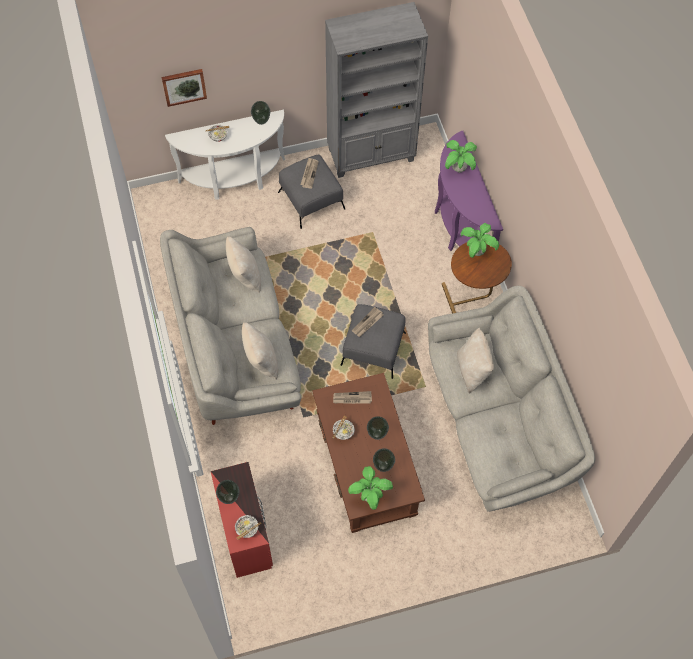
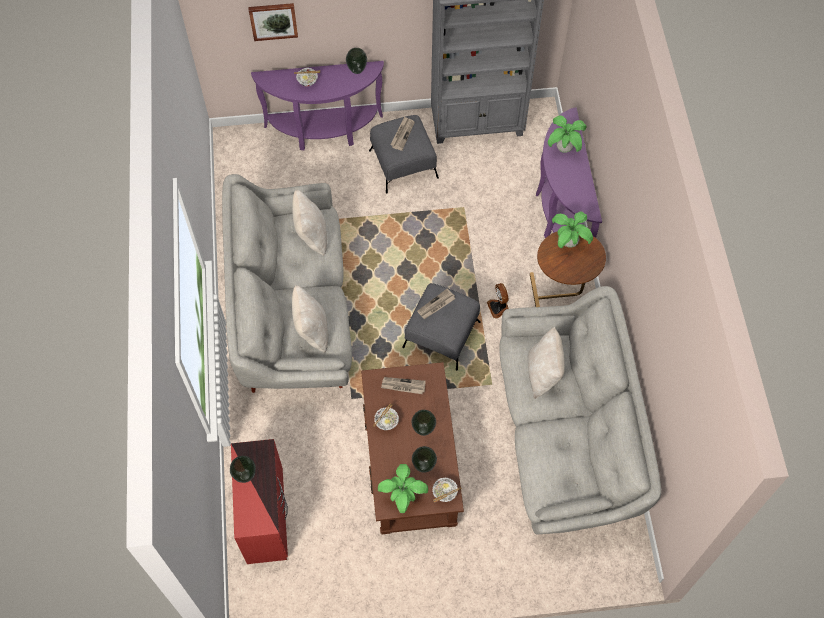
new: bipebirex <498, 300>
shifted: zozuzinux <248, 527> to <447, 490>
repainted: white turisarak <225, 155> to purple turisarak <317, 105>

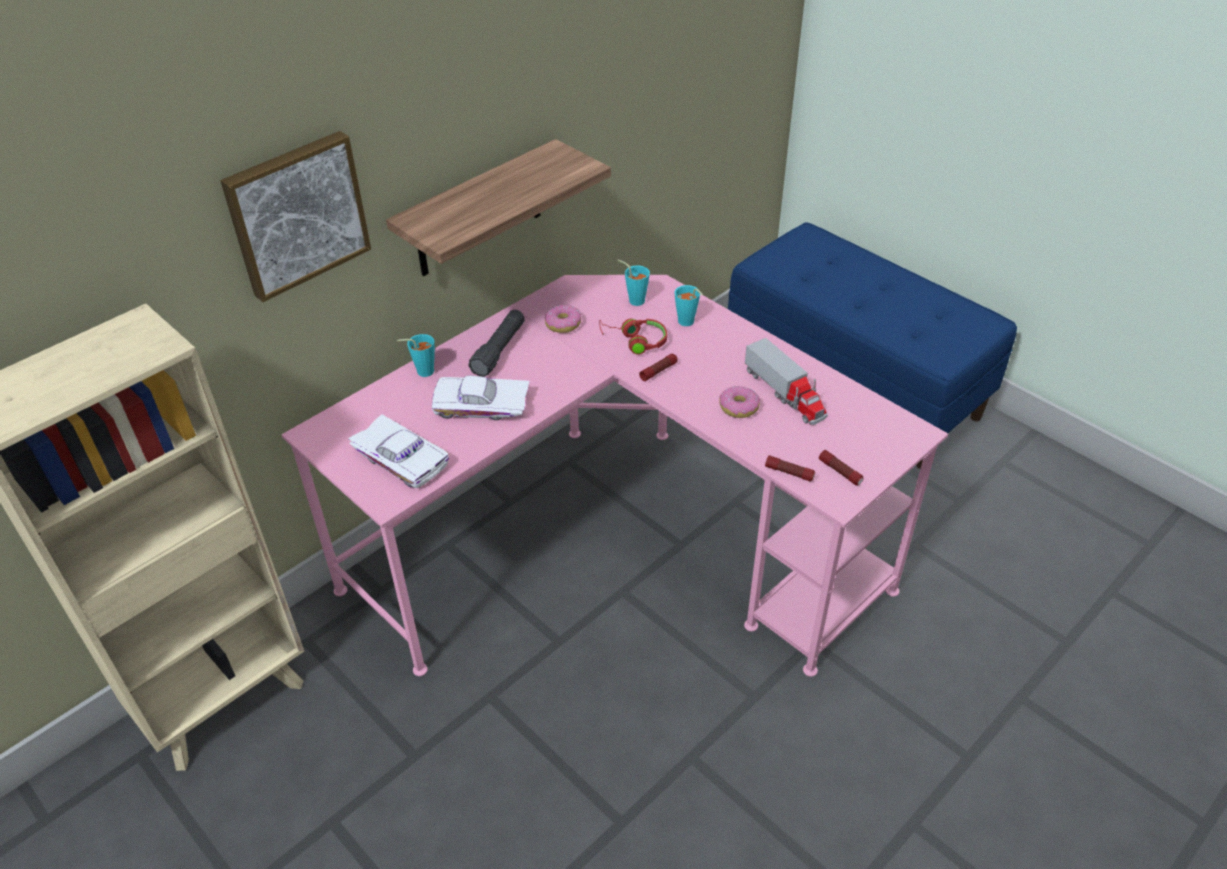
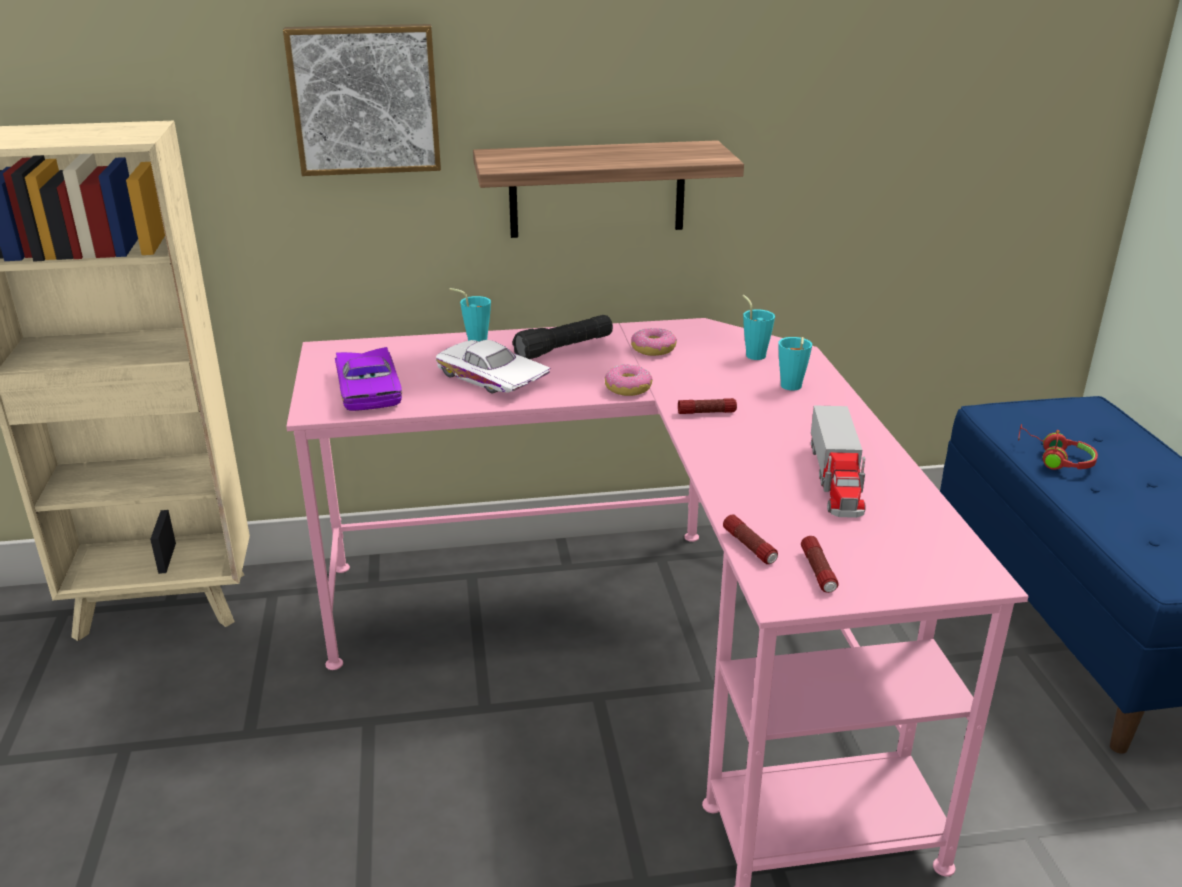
shifted: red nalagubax <633, 337> to <1058, 447>; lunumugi <739, 402> to <628, 380>
repainted: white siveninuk <398, 451> to purple siveninuk <368, 379>

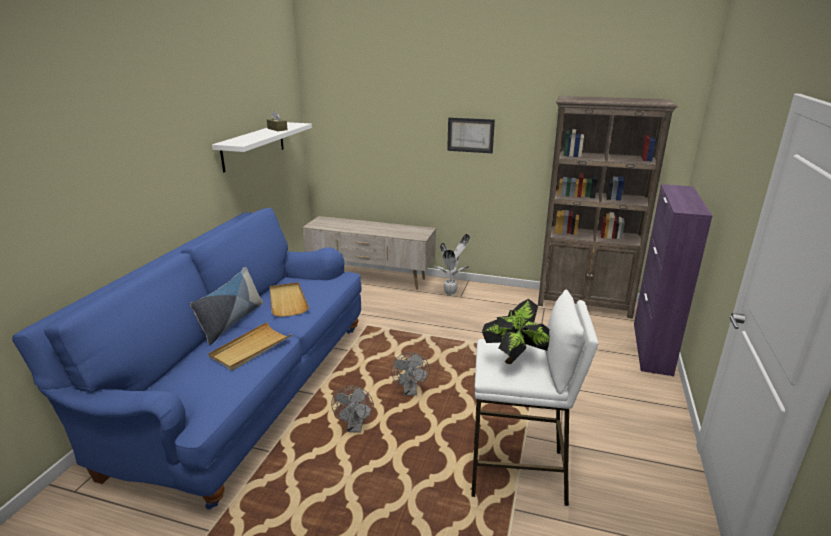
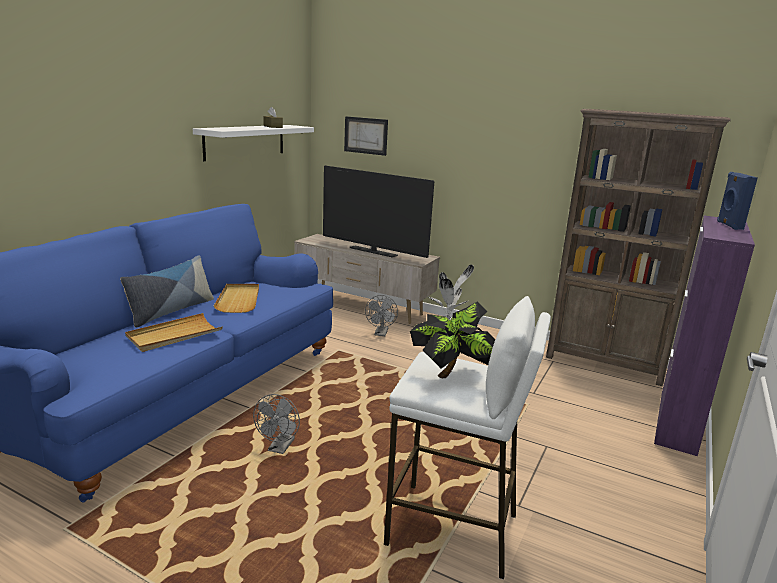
new: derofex <378, 211>; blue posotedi <737, 201>
shifted: grey bipebirex <410, 374> to <381, 315>; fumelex <471, 135> to <366, 136>

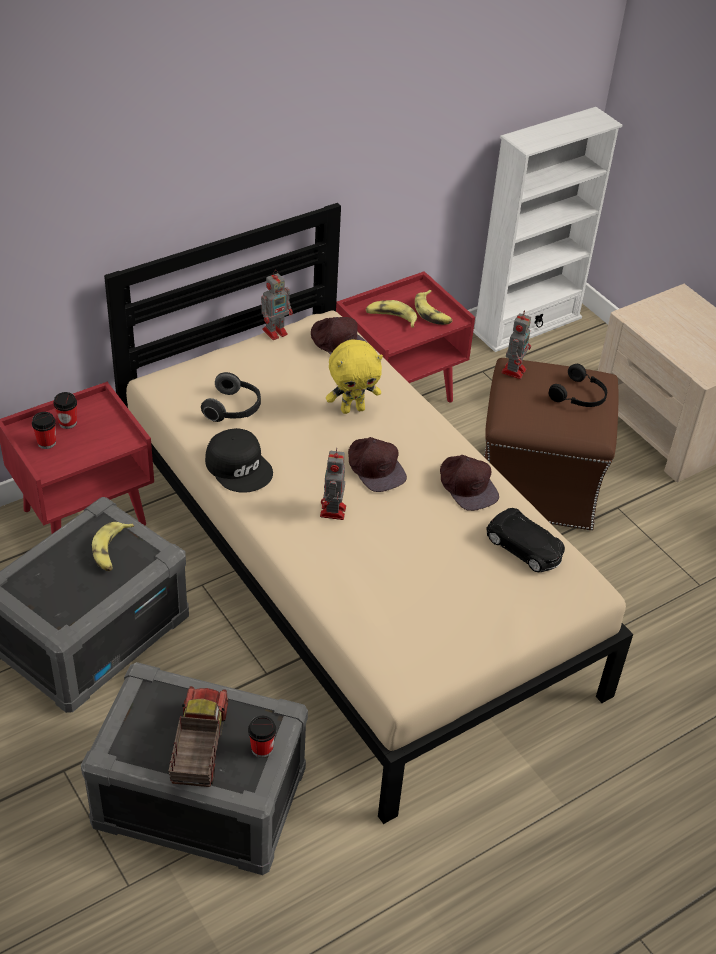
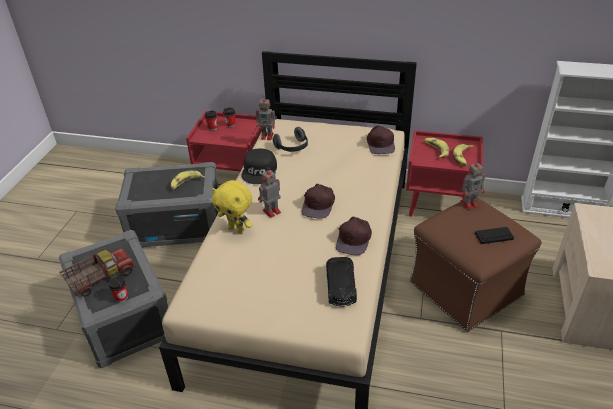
shifted: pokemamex <277, 305> to <266, 118>; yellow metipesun <354, 376> to <232, 207>
swapped: black nalagubax <578, 385> to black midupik <494, 235>

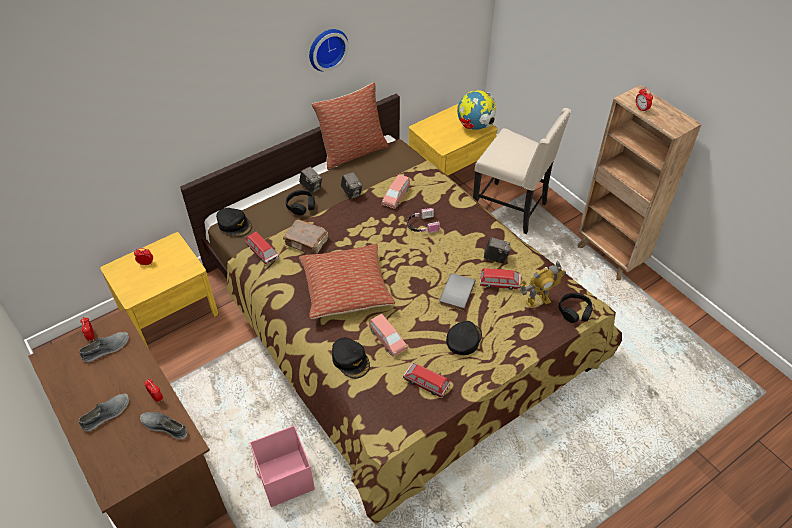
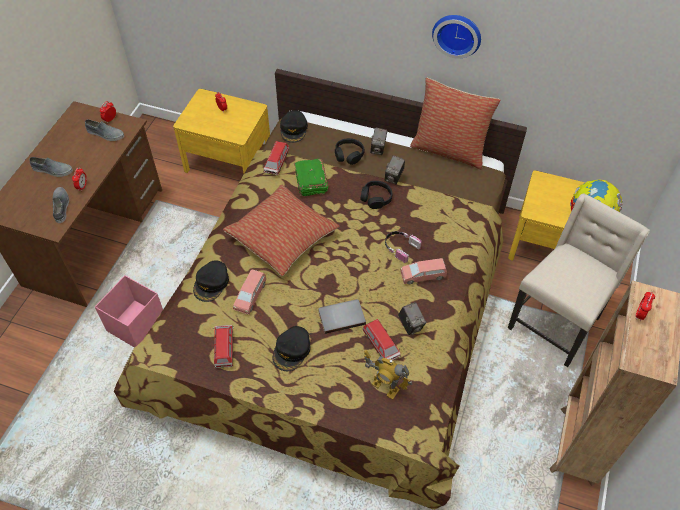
shifted: pink siveninuk <396, 191> to <423, 271>; black nalagubax <576, 308> to <376, 195>
repainted: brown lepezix <305, 237> to green lepezix <311, 178>
rotated: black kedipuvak <464, 338> = <291, 348> 120 degrees clockwise; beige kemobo <522, 171> = <579, 280> 135 degrees counterclockwise

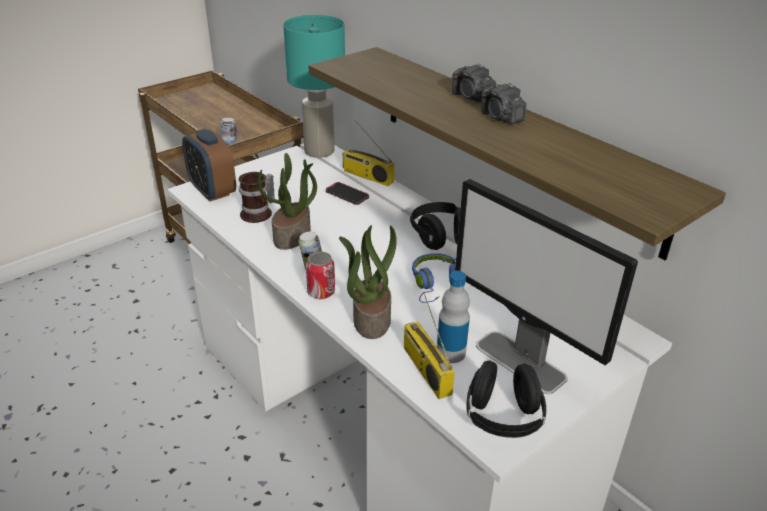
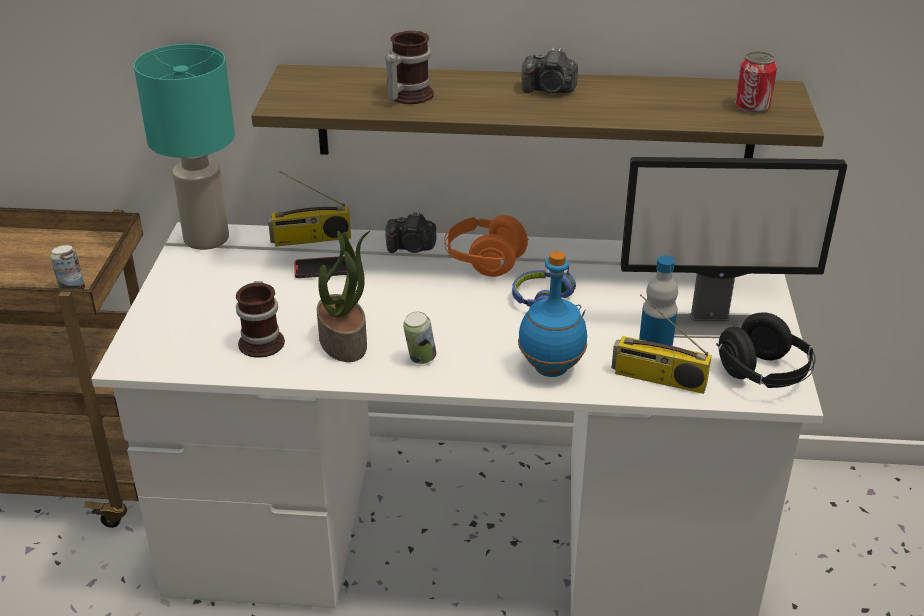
gone: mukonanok <209, 165>
new: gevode <409, 67>
shifted: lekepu <320, 275> to <756, 82>; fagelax <474, 82> to <410, 232>
swapped: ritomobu <368, 282> to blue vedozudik <552, 314>
repainted: black nalagubax <435, 226> to orange nalagubax <486, 246>

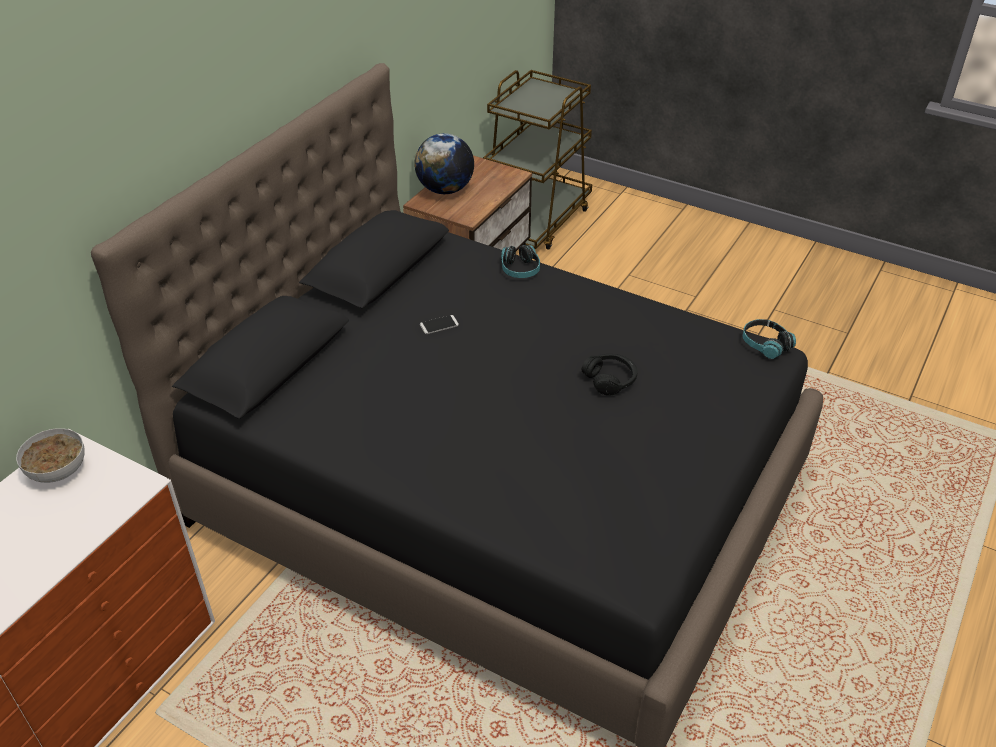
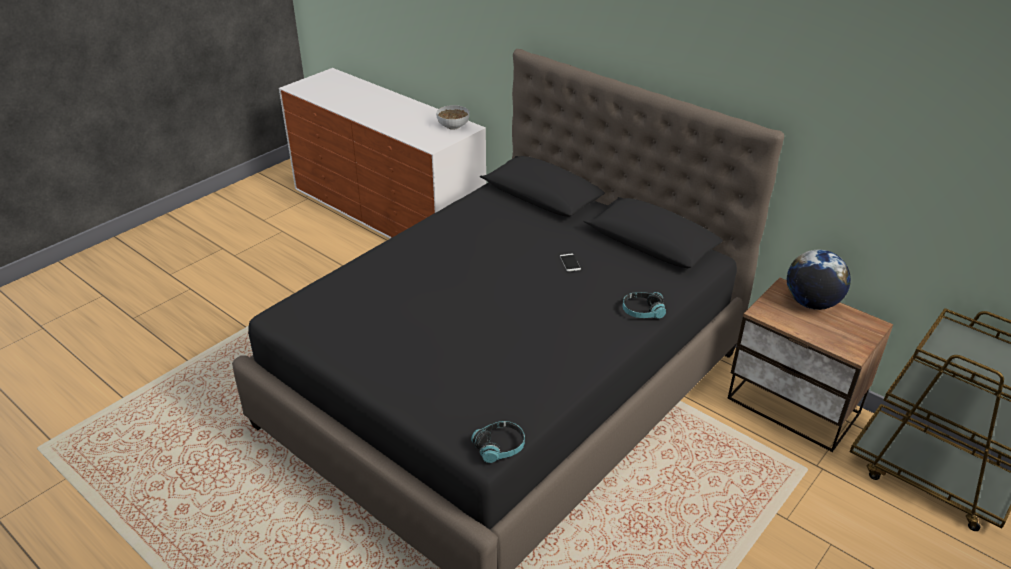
gone: black nalagubax <609, 375>

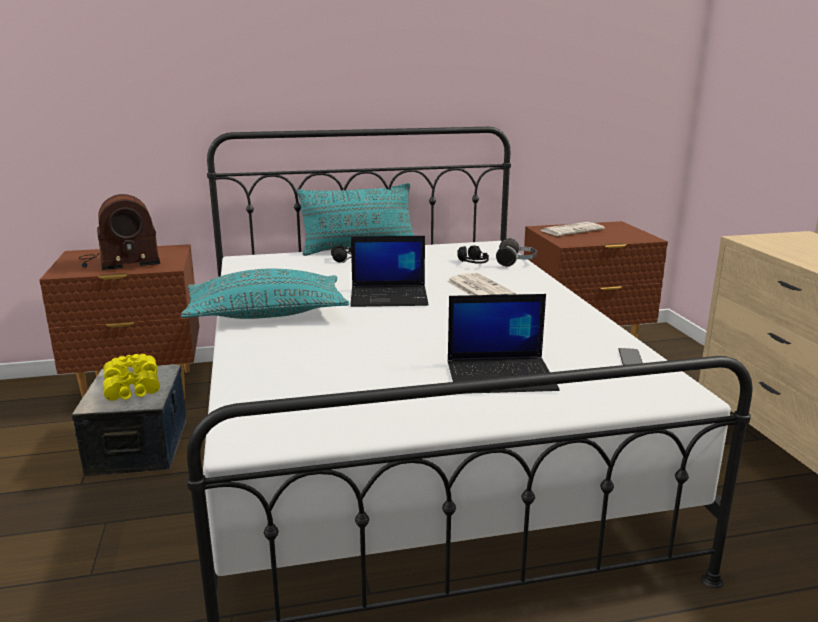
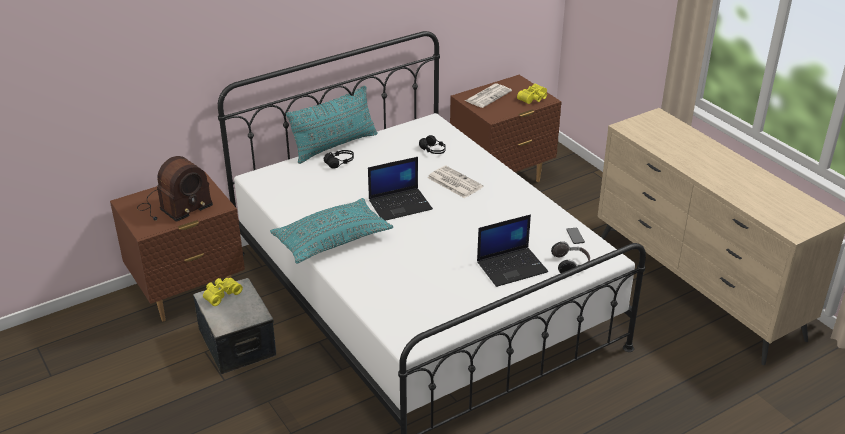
shifted: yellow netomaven <131, 385> to <532, 94>; nalagubax <516, 252> to <570, 257>

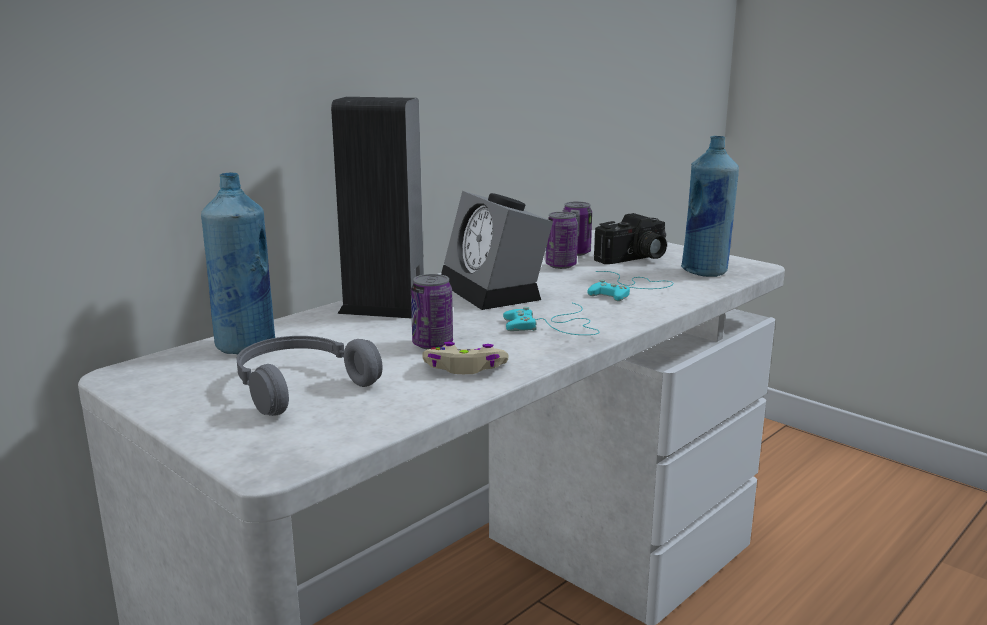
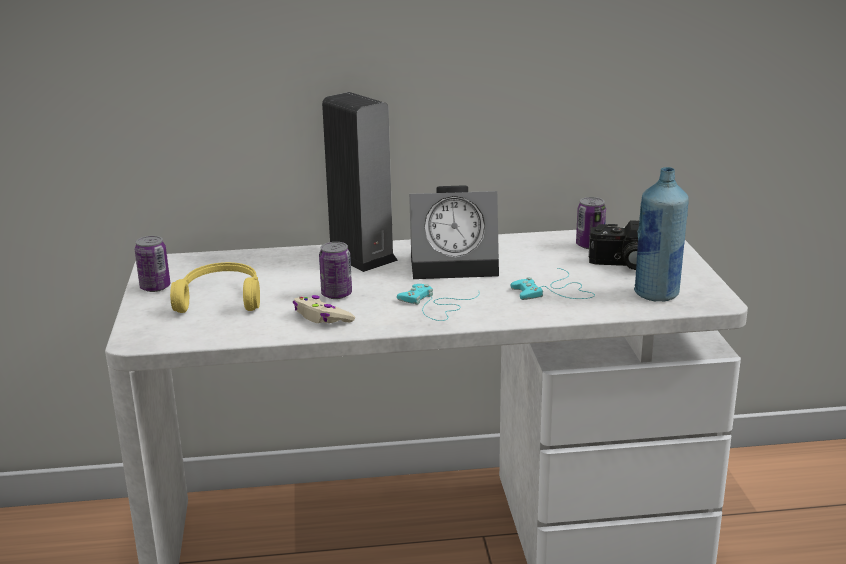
gone: blue vedozudik <238, 263>
shifted: lekepu <562, 240> to <152, 264>
repainted: grey nalagubax <310, 376> to yellow nalagubax <215, 287>
rotated: mukonanok <497, 250> = <454, 232> 105 degrees counterclockwise

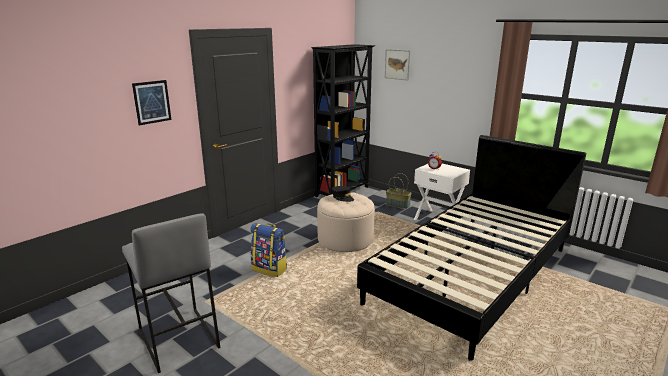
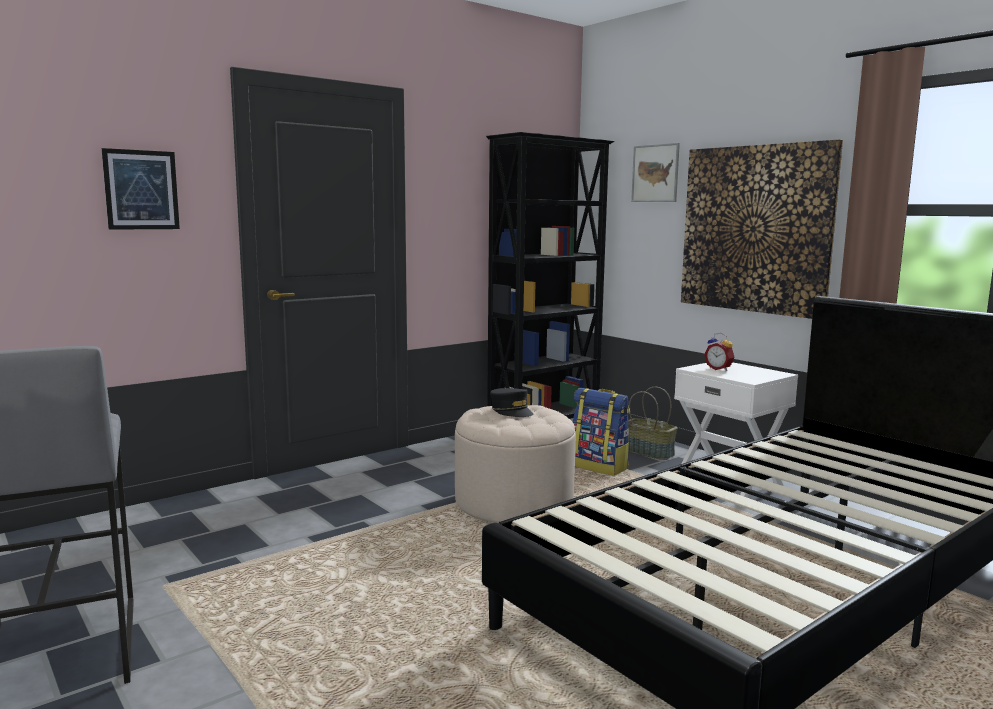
new: fumelex <762, 229>
shifted: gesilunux <268, 250> to <601, 432>

